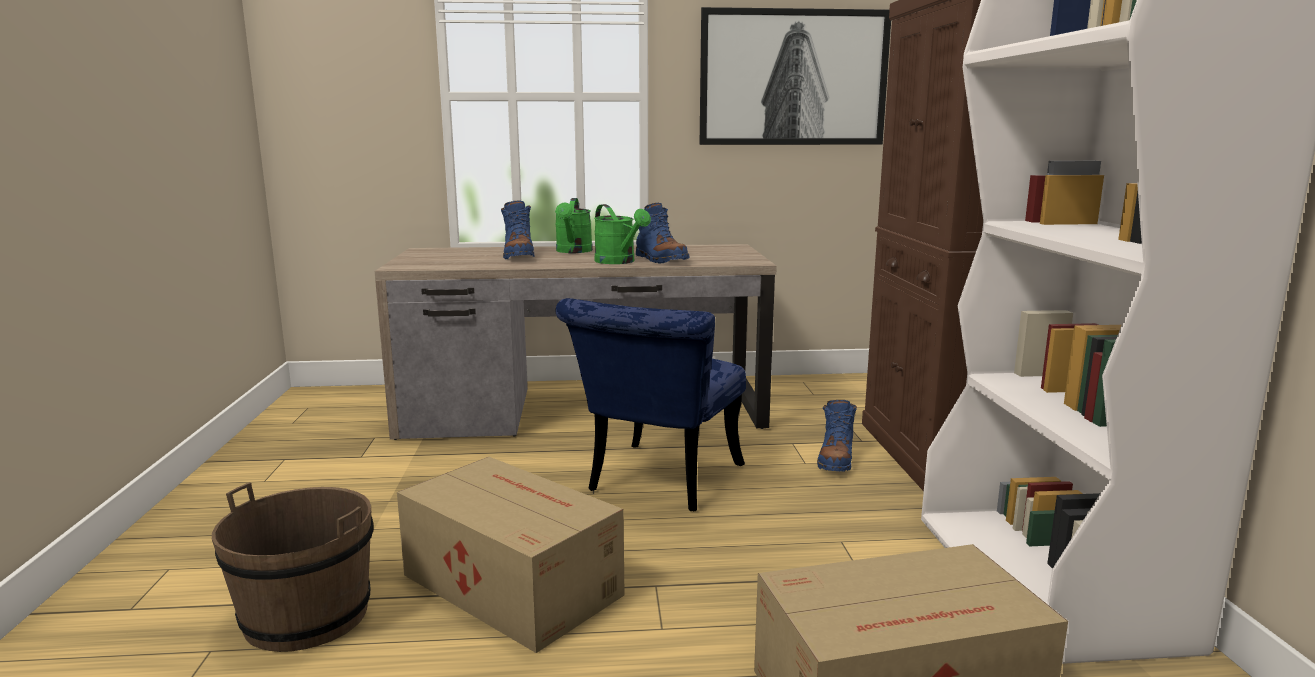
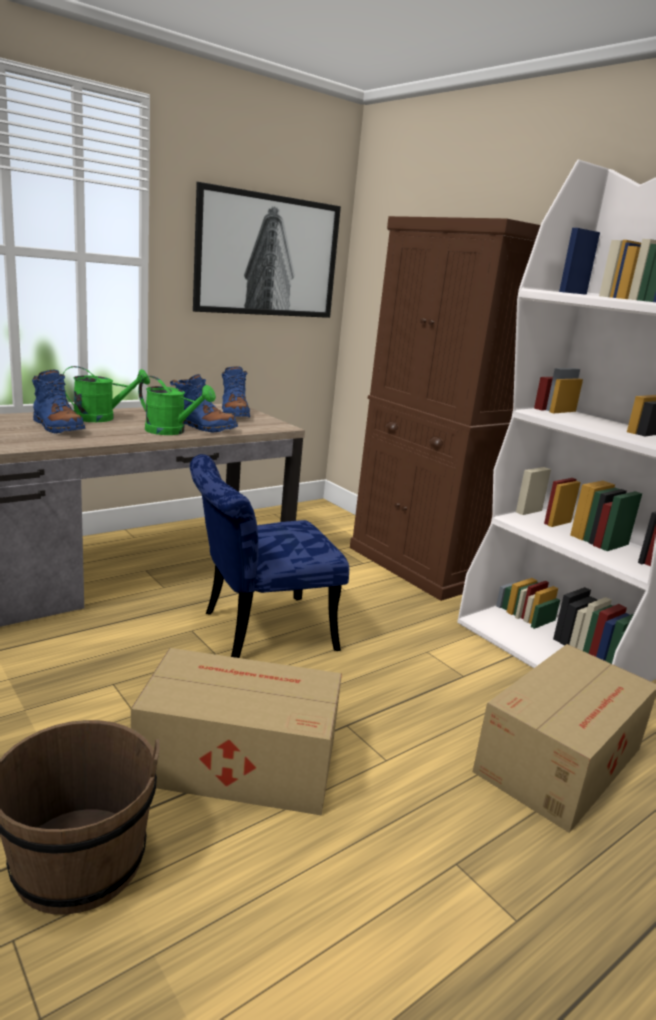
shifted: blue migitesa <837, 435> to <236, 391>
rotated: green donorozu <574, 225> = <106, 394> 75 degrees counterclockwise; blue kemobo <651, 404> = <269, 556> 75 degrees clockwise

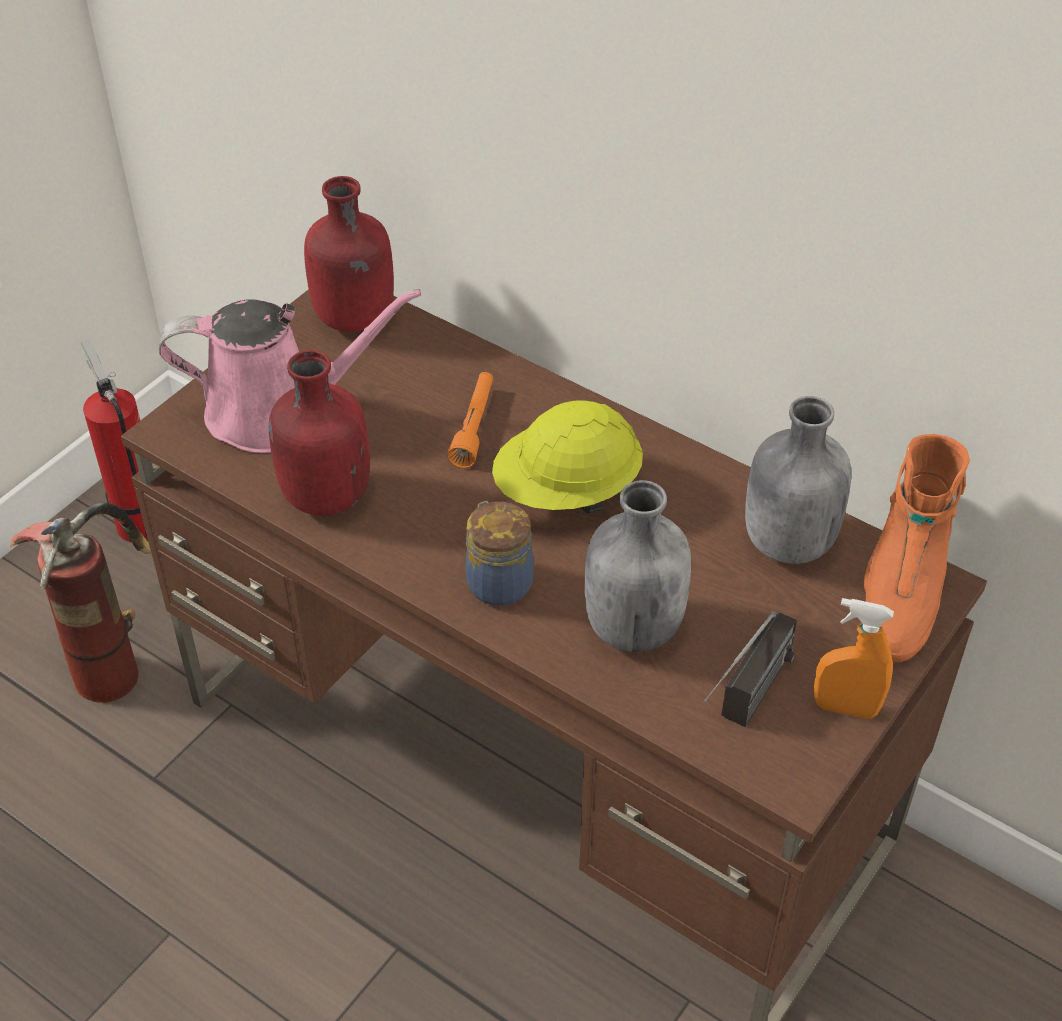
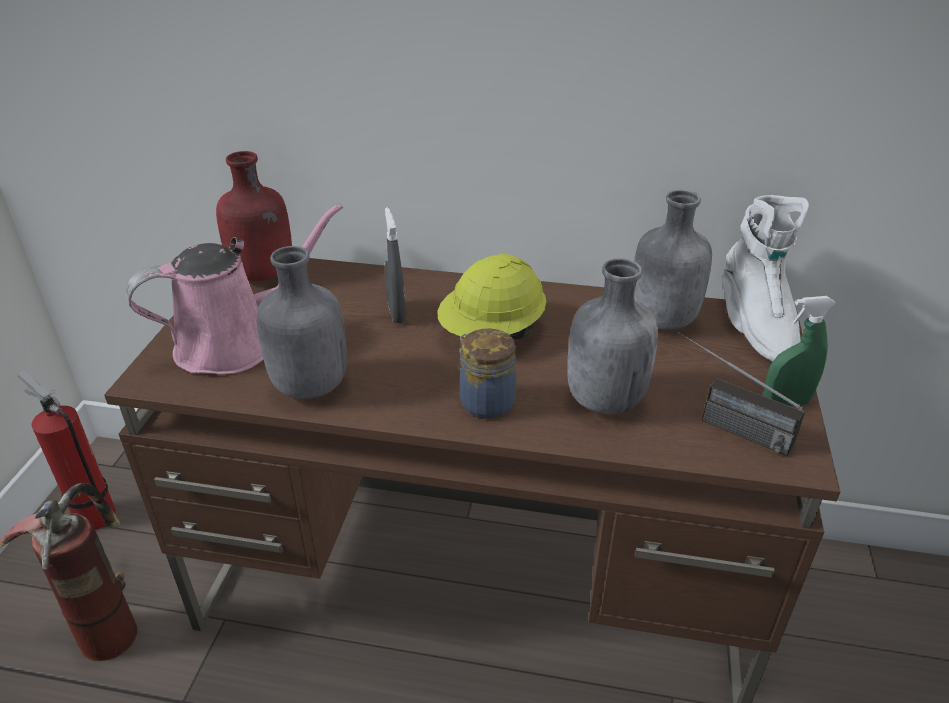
swapped: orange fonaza <470, 420> to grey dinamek <395, 265>
repainted: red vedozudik <319, 433> to grey vedozudik <302, 322>; orange dinamek <854, 658> to green dinamek <799, 351>; orange migitesa <917, 548> to white migitesa <765, 278>
rotated: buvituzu <750, 669> = <741, 393> 120 degrees clockwise

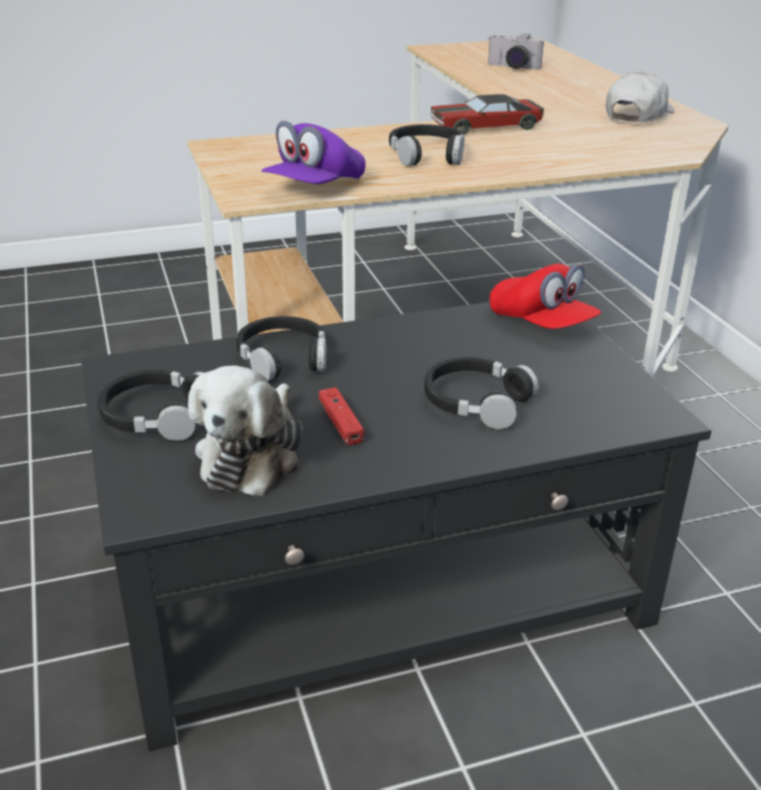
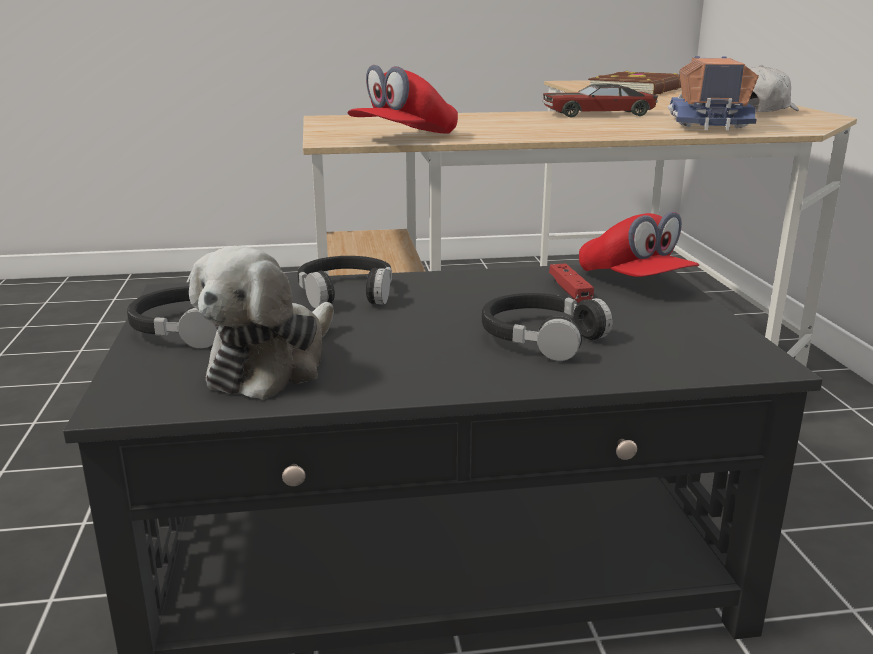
gone: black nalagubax <427, 145>
new: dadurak <713, 93>
shifted: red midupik <341, 416> to <571, 283>
swapped: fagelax <516, 52> to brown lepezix <634, 83>
repainted: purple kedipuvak <313, 152> to red kedipuvak <402, 99>

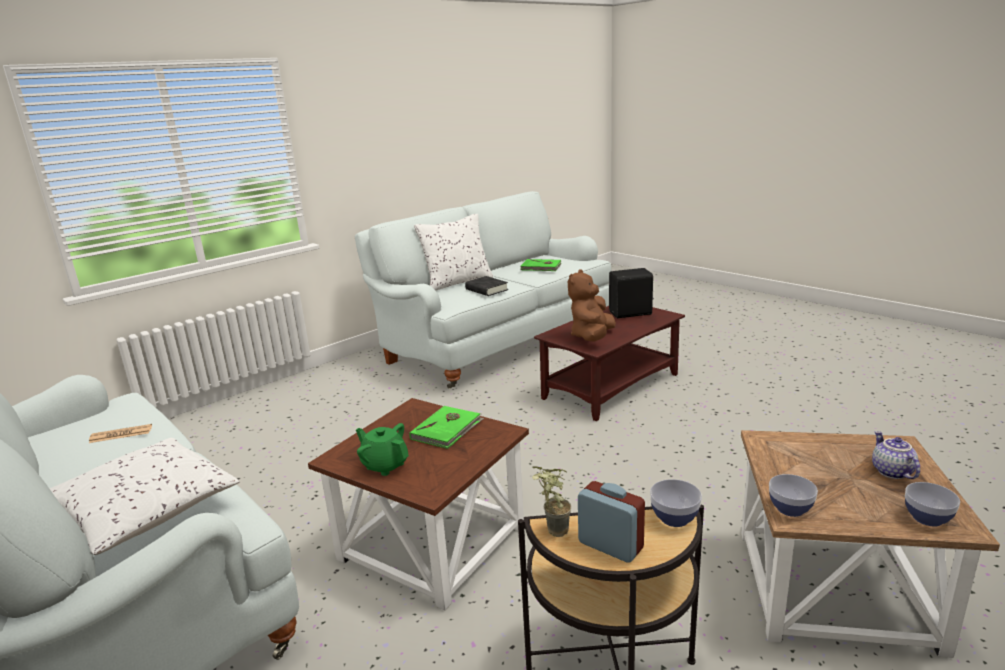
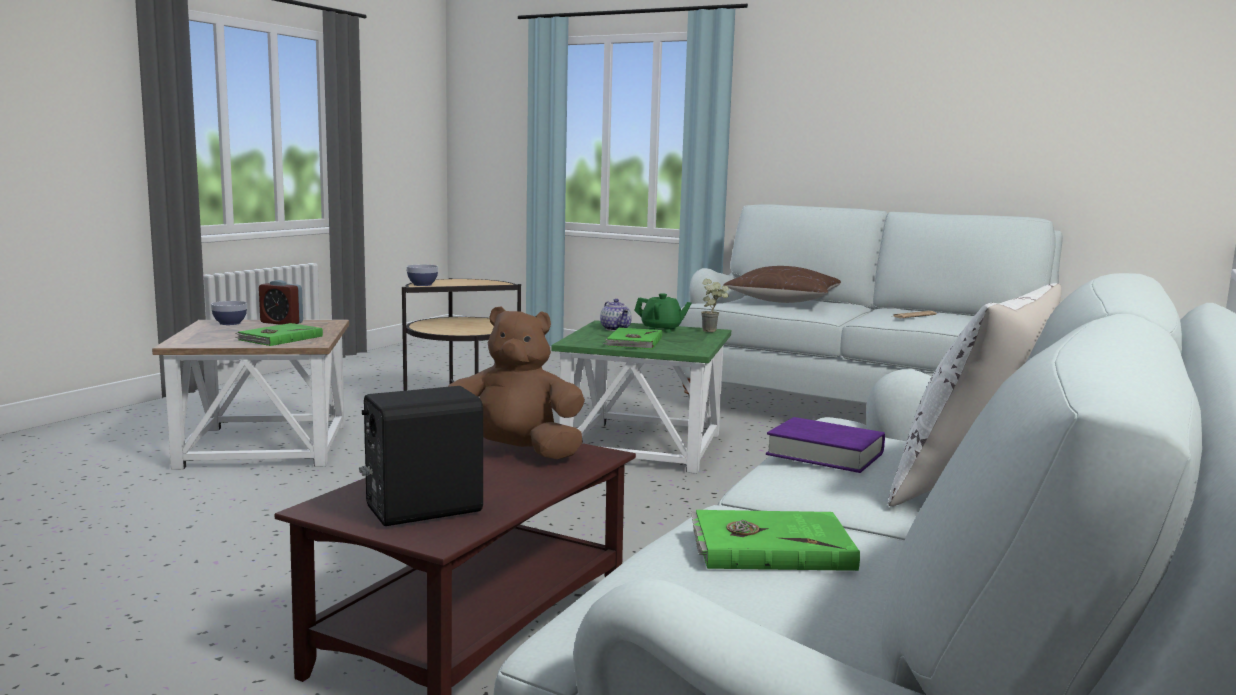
gone: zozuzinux <793, 495>
new: green lepezix <279, 334>
shifted: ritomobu <552, 501> to <715, 305>; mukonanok <611, 522> to <281, 302>; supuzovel <896, 455> to <616, 315>
repainted: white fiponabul <144, 496> to brown fiponabul <782, 284>; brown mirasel <418, 504> to green mirasel <641, 397>; black lepezix <486, 286> to purple lepezix <825, 445>
rotated: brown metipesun <592, 305> = <516, 382> 90 degrees counterclockwise

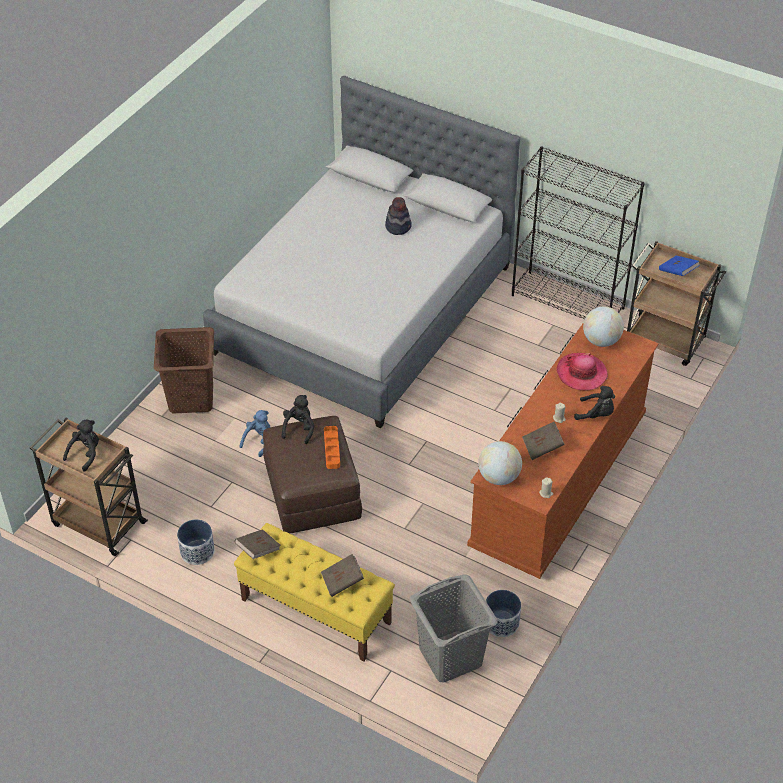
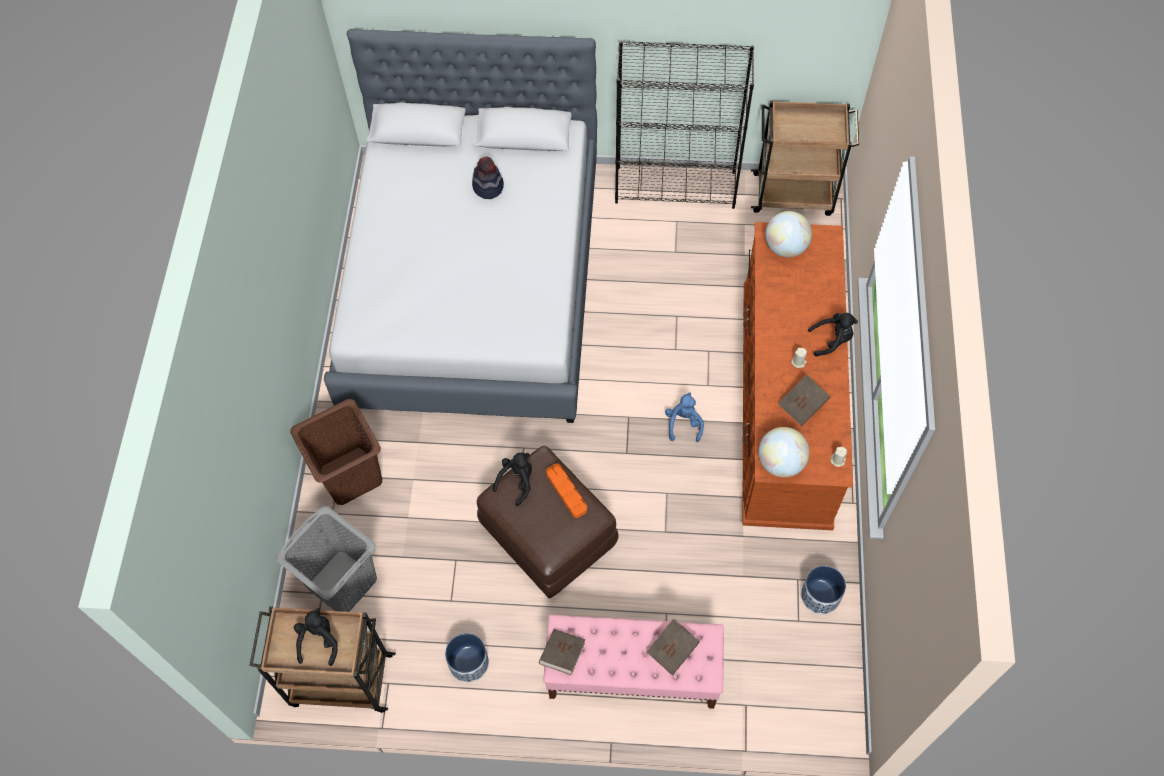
gone: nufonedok <582, 372>; blue lepezix <679, 265>
shifted: blue metipesun <255, 433> to <684, 417>; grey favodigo <454, 628> to <326, 559>
repainted: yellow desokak <314, 592> to pink desokak <633, 662>
rotated: black metipesun <297, 419> = <512, 479> 45 degrees clockwise

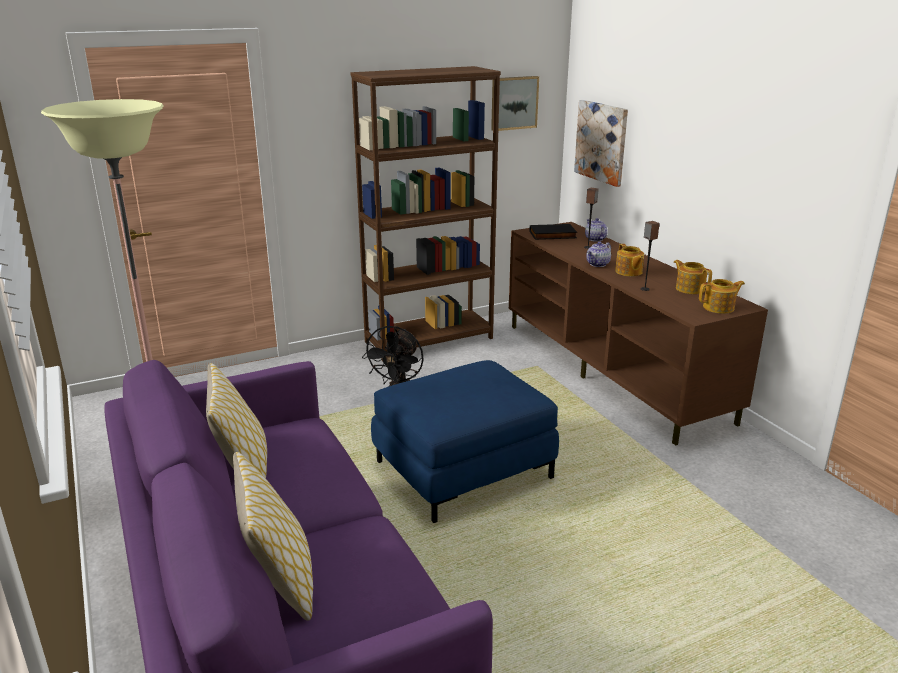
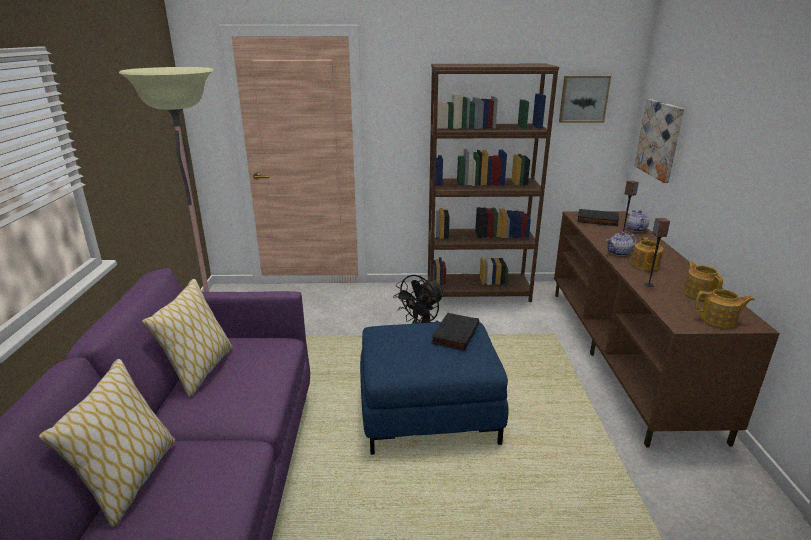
new: black lepezix <455, 332>

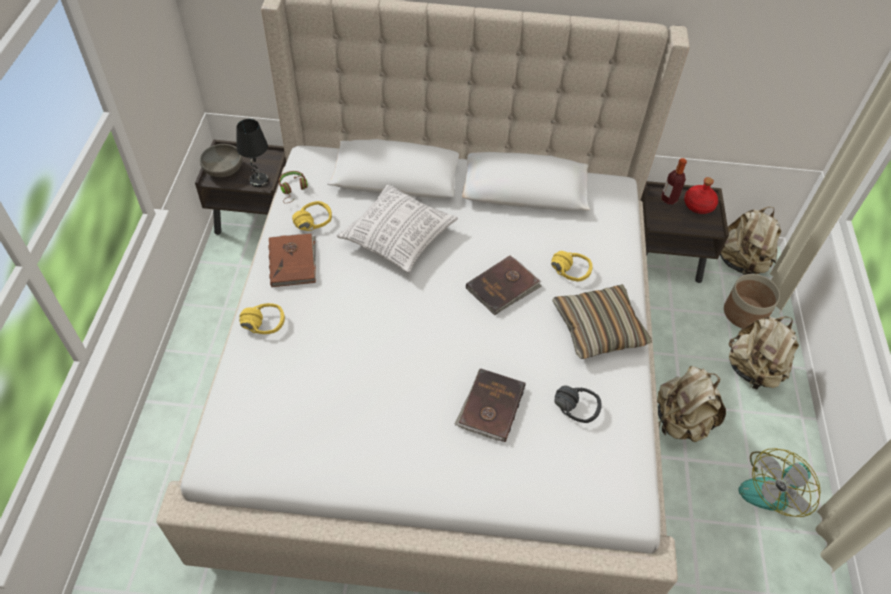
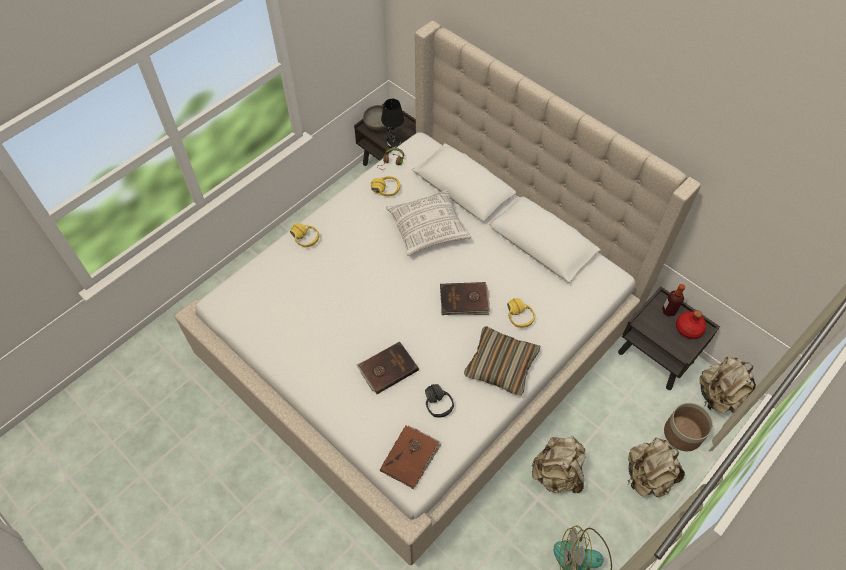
shifted: brown lepezix <292, 260> to <411, 457>

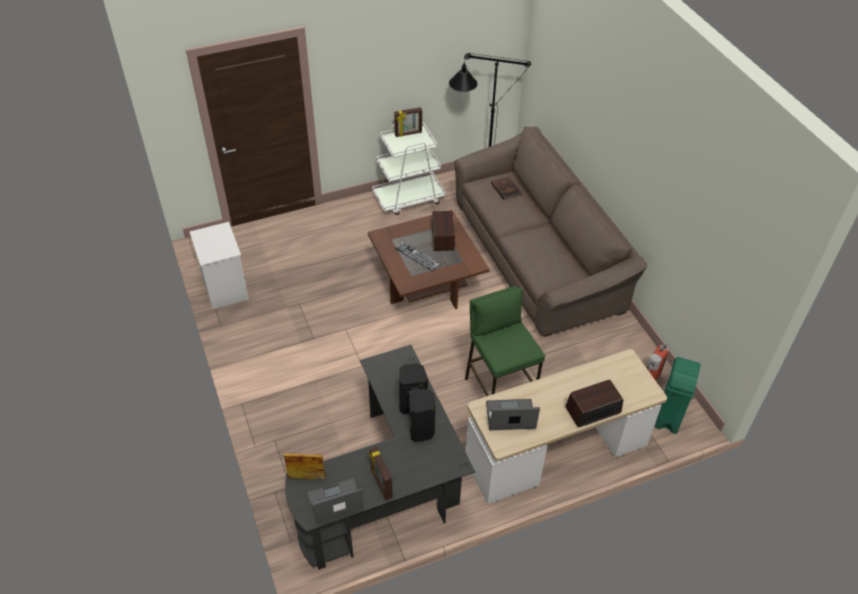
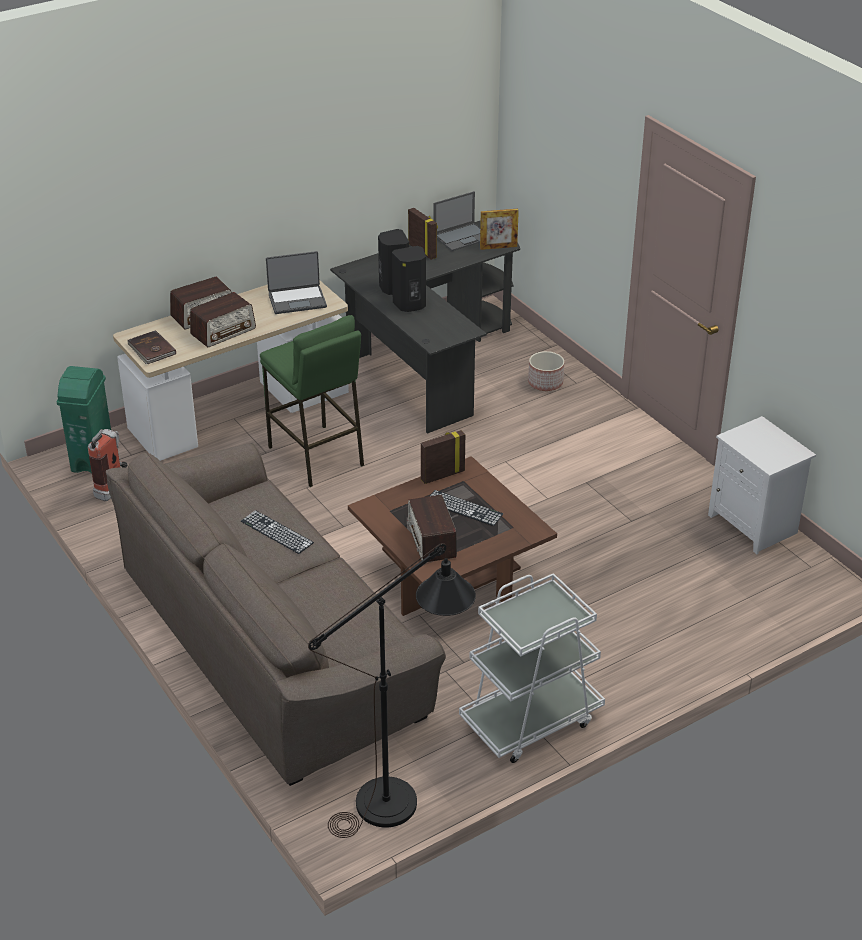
new: buvituzu <223, 319>; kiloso <277, 532>; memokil <546, 371>
shifted: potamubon <408, 122> to <443, 457>; brown lepezix <506, 187> to <151, 347>

